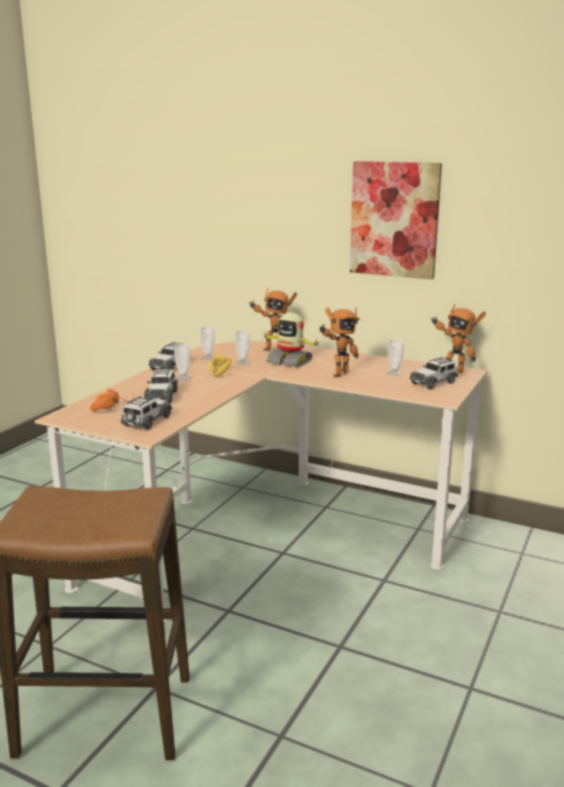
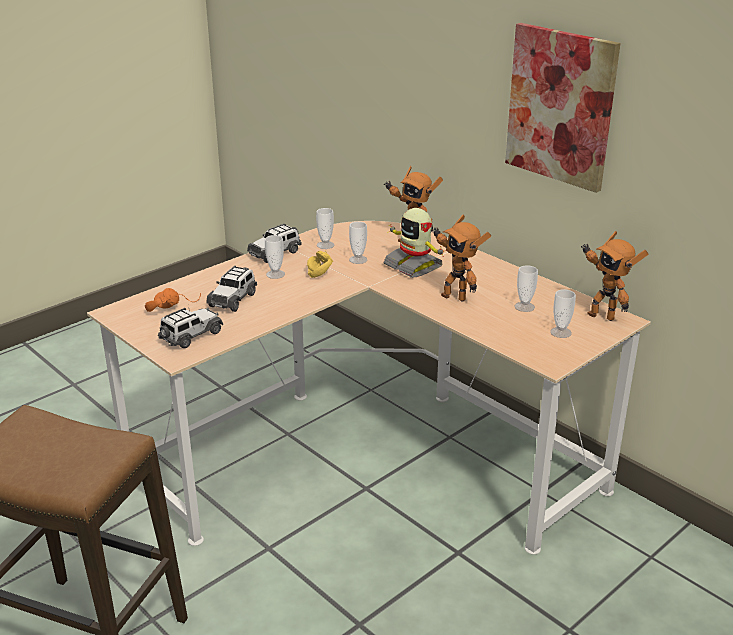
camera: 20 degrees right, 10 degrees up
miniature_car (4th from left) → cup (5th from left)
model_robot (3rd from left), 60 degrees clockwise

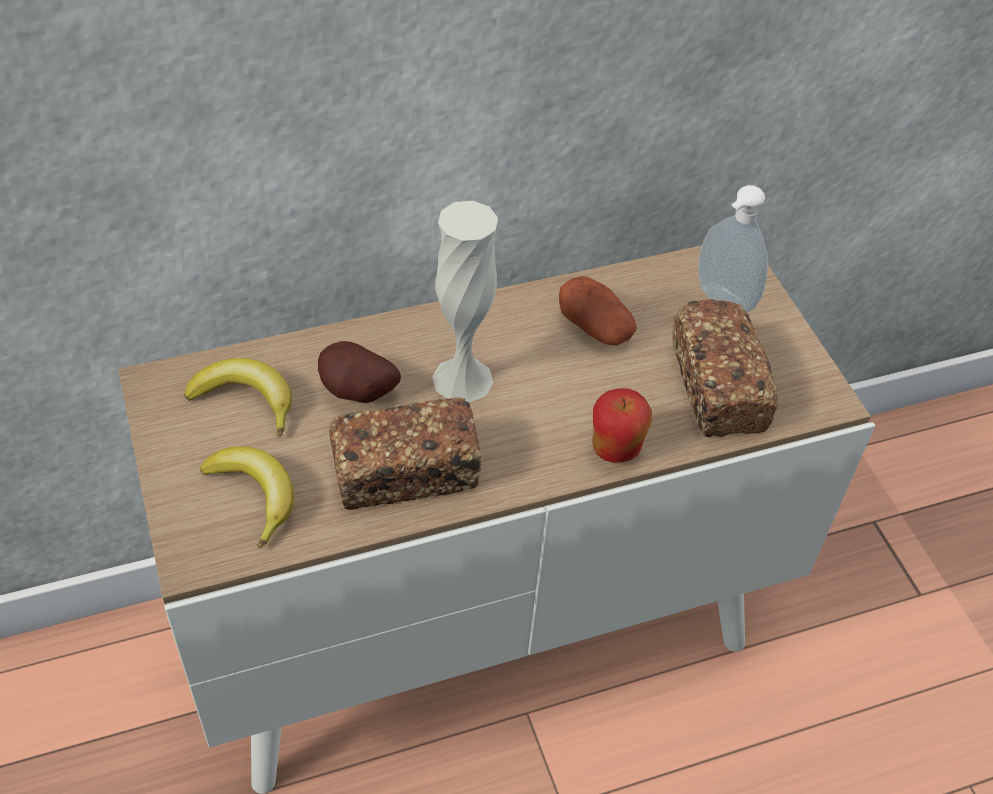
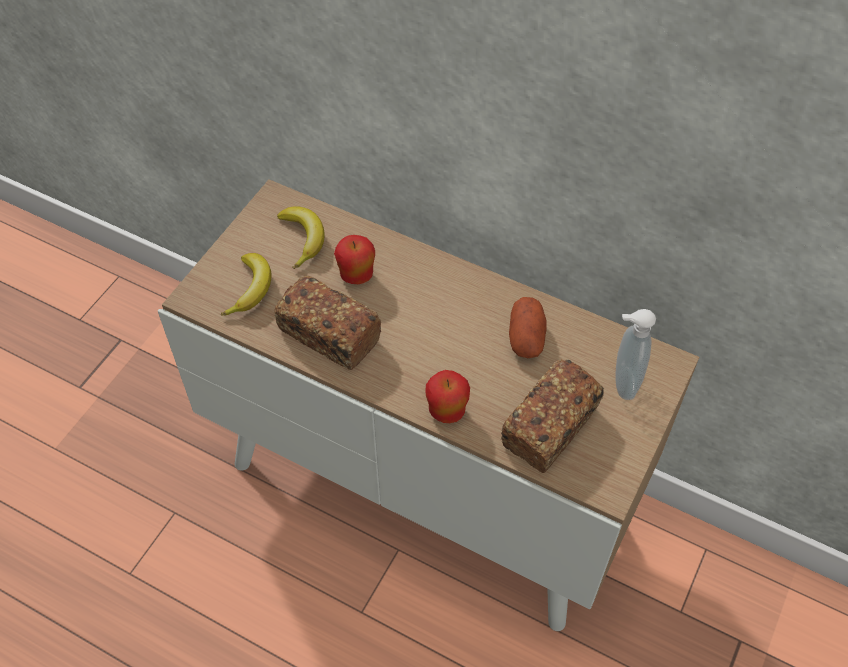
camera: 50 degrees right, 5 degrees up
whitish_flower_vase → -
whole_potato (1st from left) → whole_apple (1st from left)

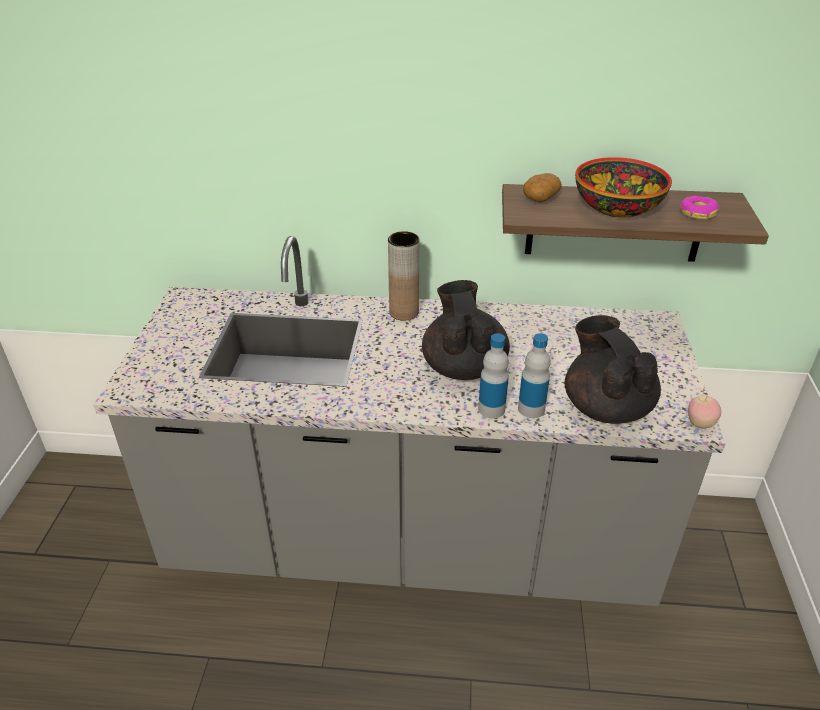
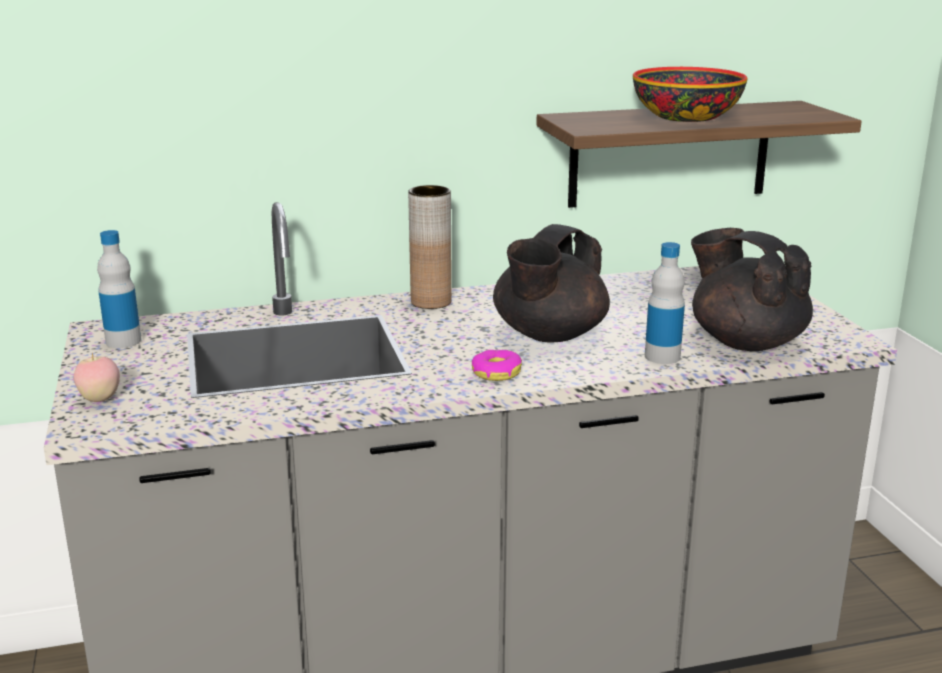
camera: 20 degrees left, 15 degrees down
whole_potato → -
bottle (1st from left), moved
donut, moved
whole_apple, moved
black_tea_pot (1st from left), 120 degrees counterclockwise

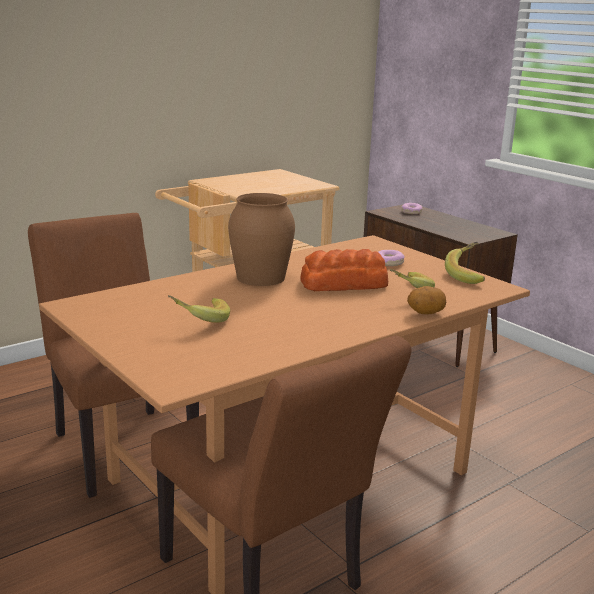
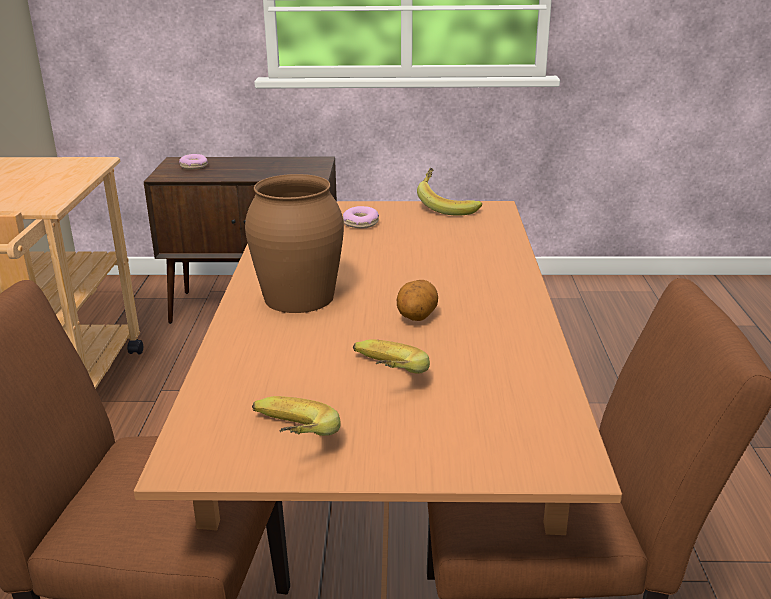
camera: 50 degrees left, 5 degrees up
bakery_bread → -
whole_banana (2nd from left in the first image) → whole_banana (1st from left), moved
whole_potato, moved

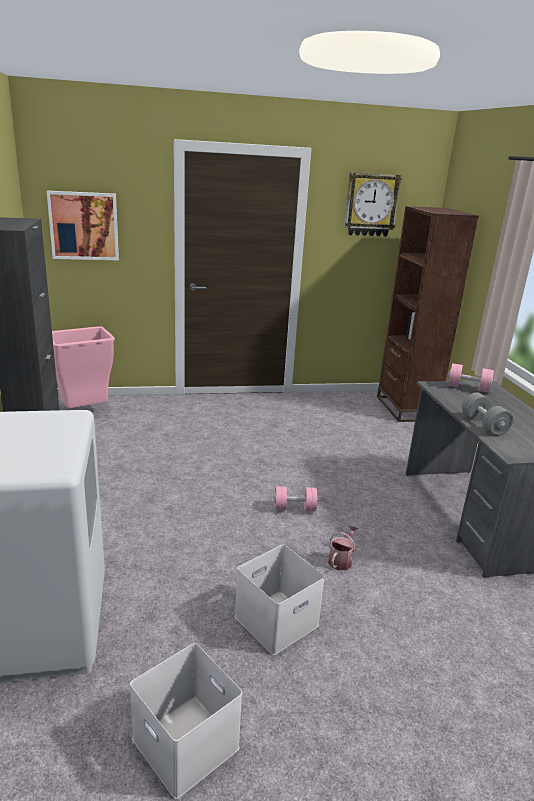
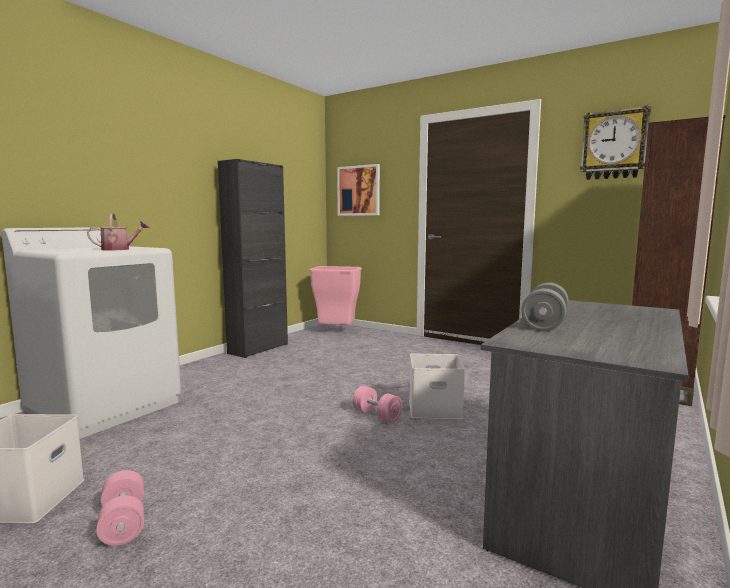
camera: 45 degrees right, 15 degrees down
whitish_storage_container (2nd from left), moved
sprinkling_can, moved
pinkish_free_weight (2nd from left in the first image) → pinkish_free_weight (1st from left), moved

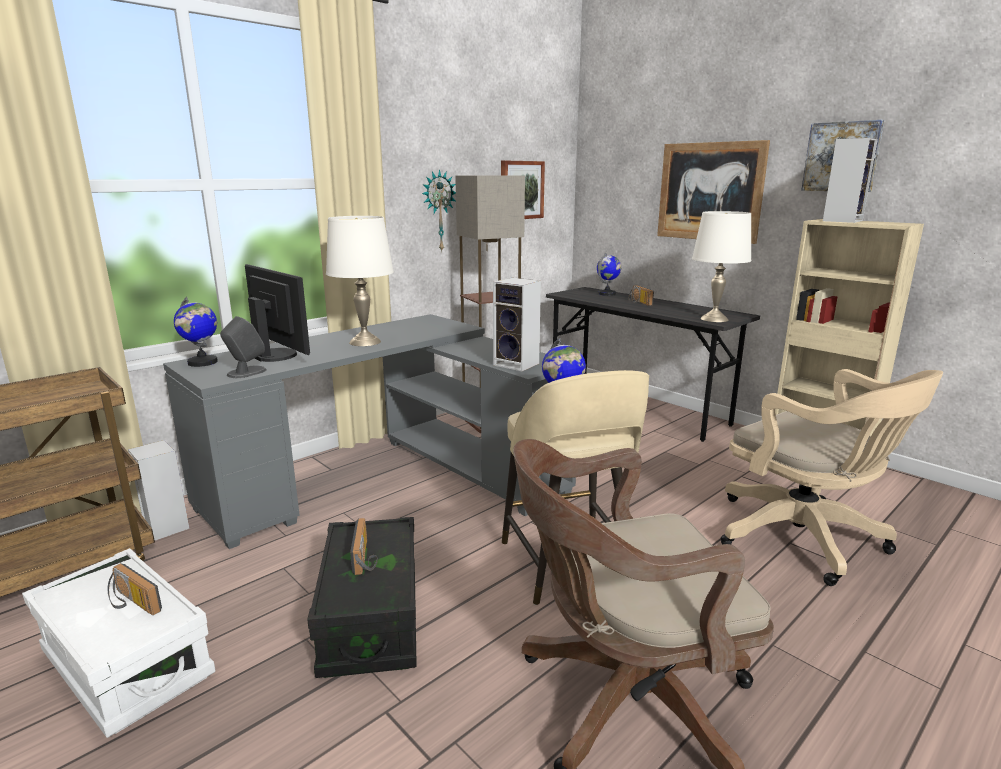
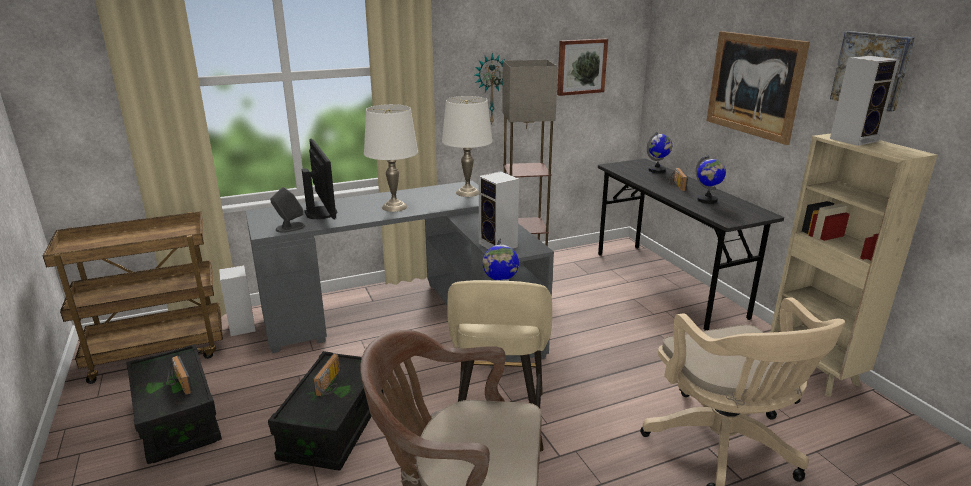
camera: 20 degrees right, 5 degrees up
globe (1st from left in the first image) → globe (3rd from left), moved
whitish_tabletop_lamp (2nd from left), moved
whitish_storage_container → black_storage_container (1st from left)

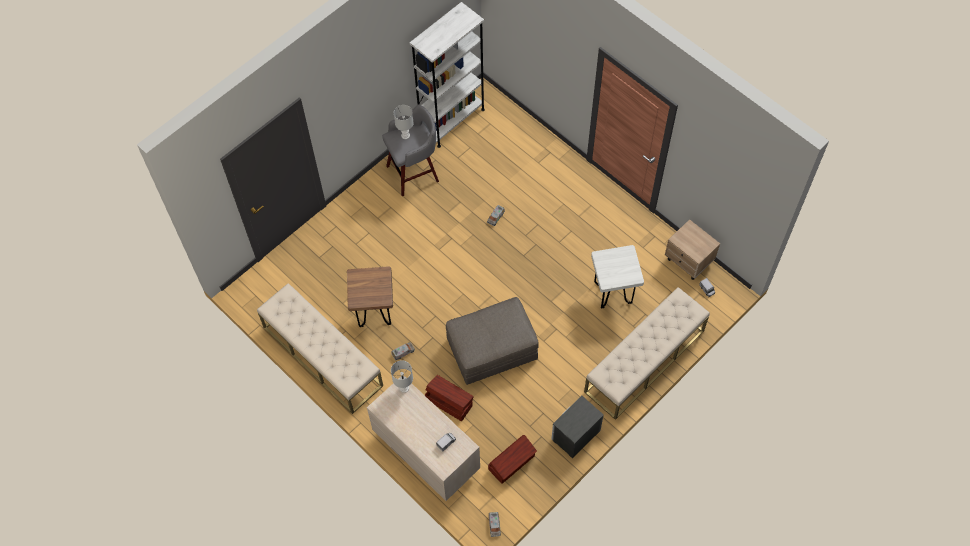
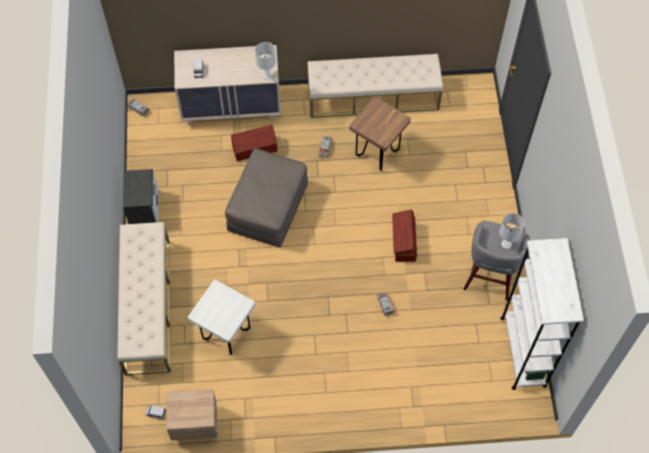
camera: 130 degrees right, 0 degrees up
brown_storage_container (2nd from left), moved

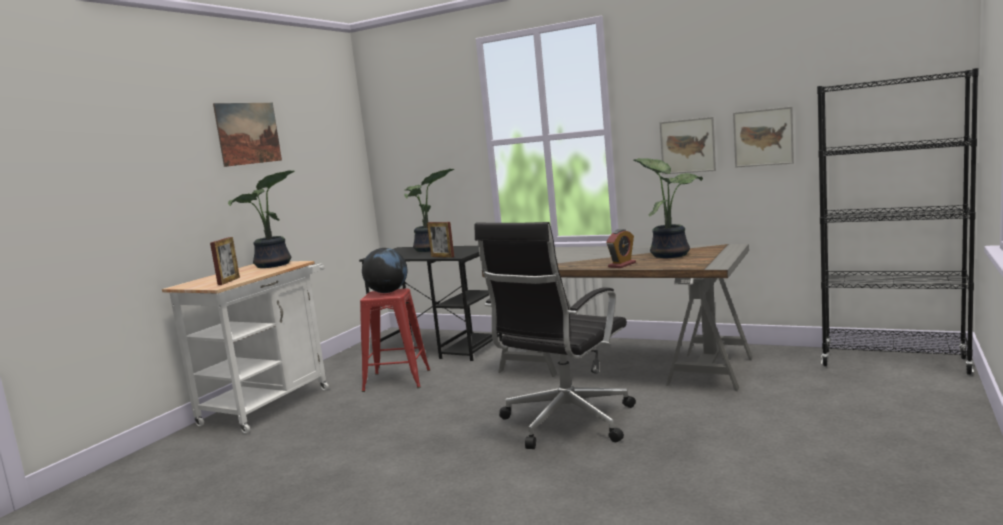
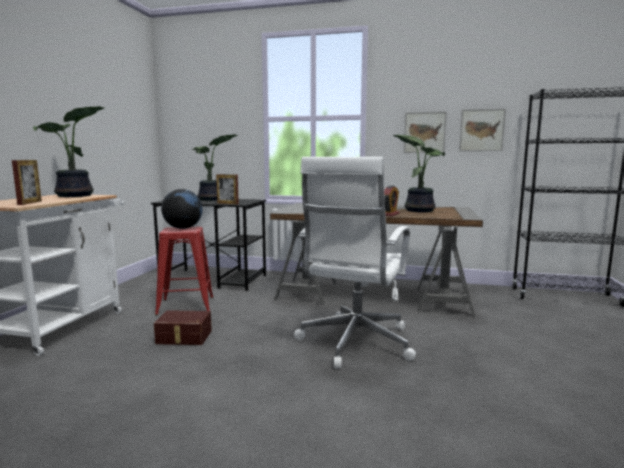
camera: 15 degrees left, 0 degrees up
wall_art (1st from left) → -
- → brown_storage_container
black_office_chair → whitish_office_chair

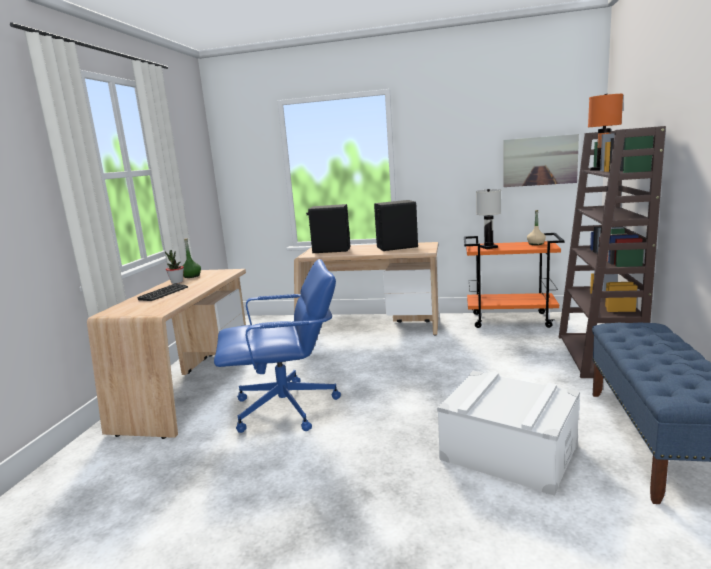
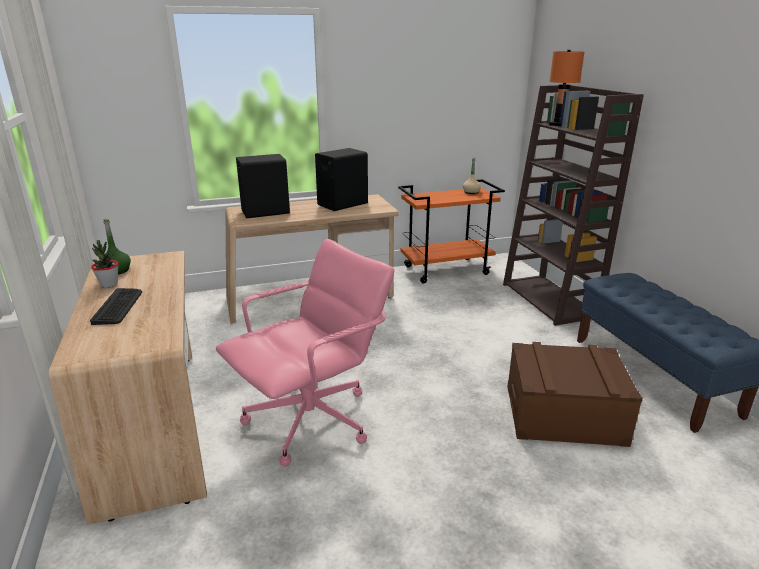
camera: 30 degrees left, 10 degrees up
whitish_tabletop_lamp → -
wall_art → -
blue_office_chair → pinkish_office_chair
whitish_storage_container → brown_storage_container

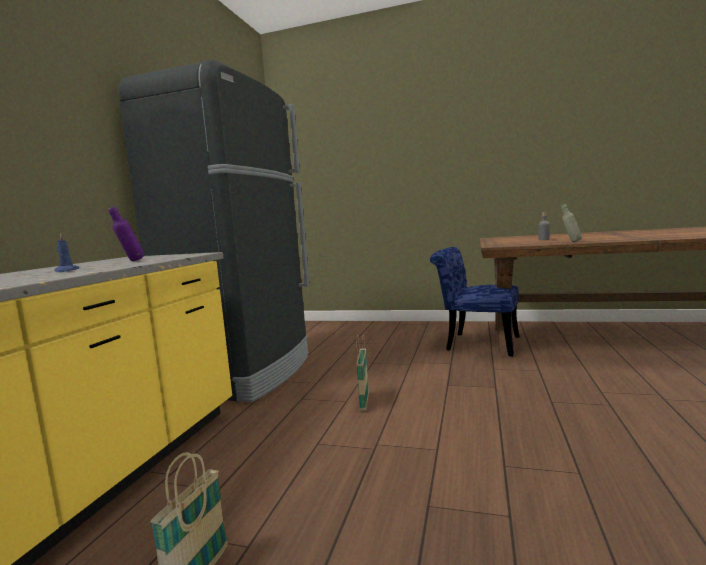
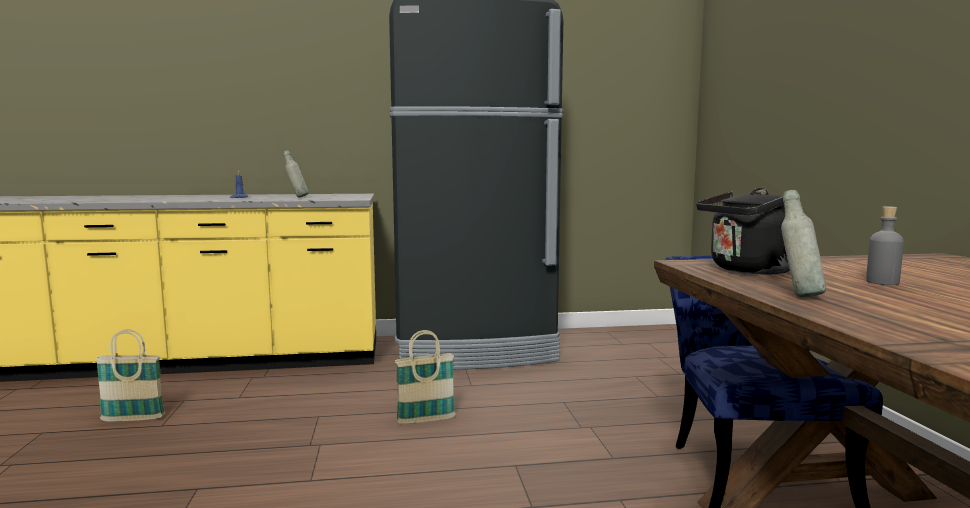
camera: 65 degrees right, 0 degrees up
- → black_tea_kettle
purple_bottle → gray_bottle (1st from left)

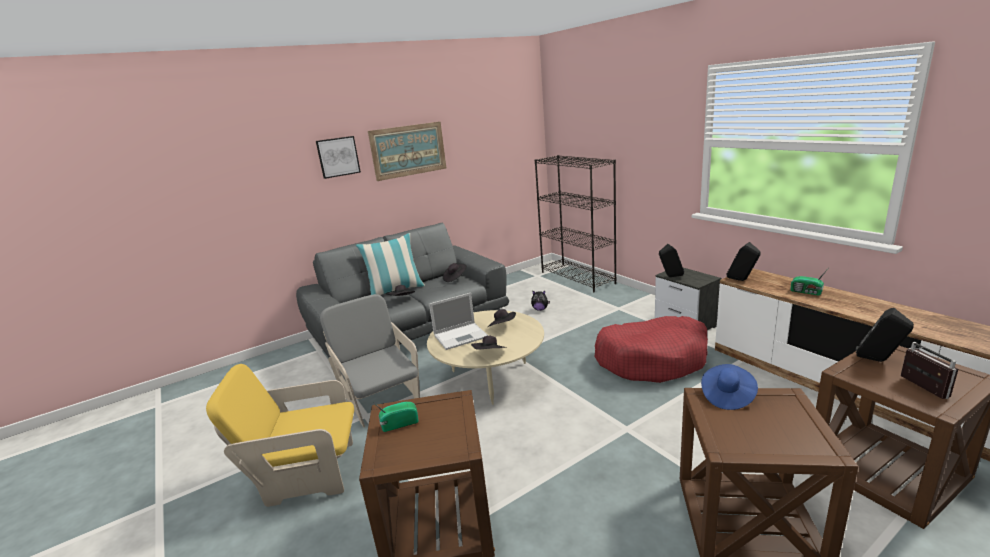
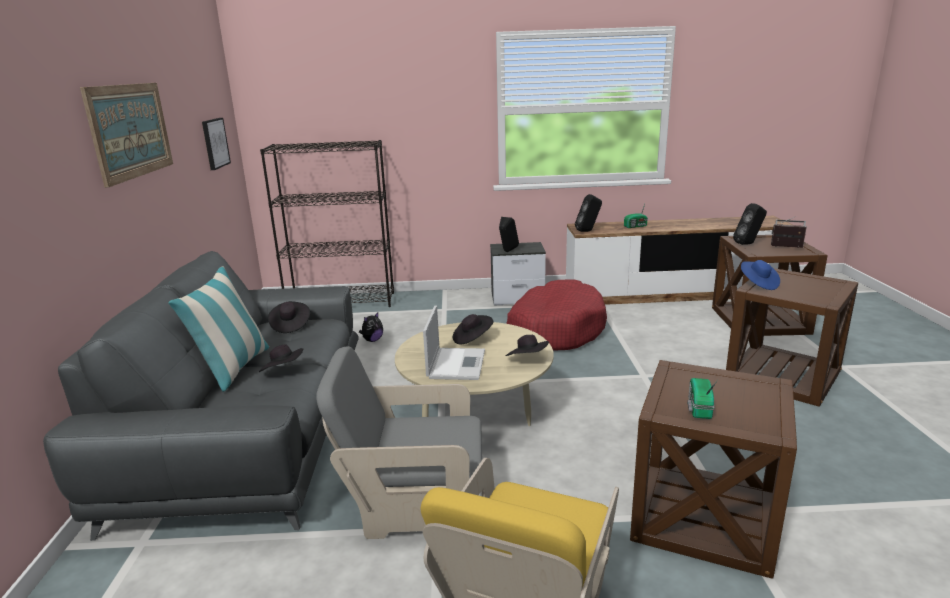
camera: 60 degrees left, 0 degrees up
wall_art (1st from left in the first image) → wall_art (2nd from left), moved

